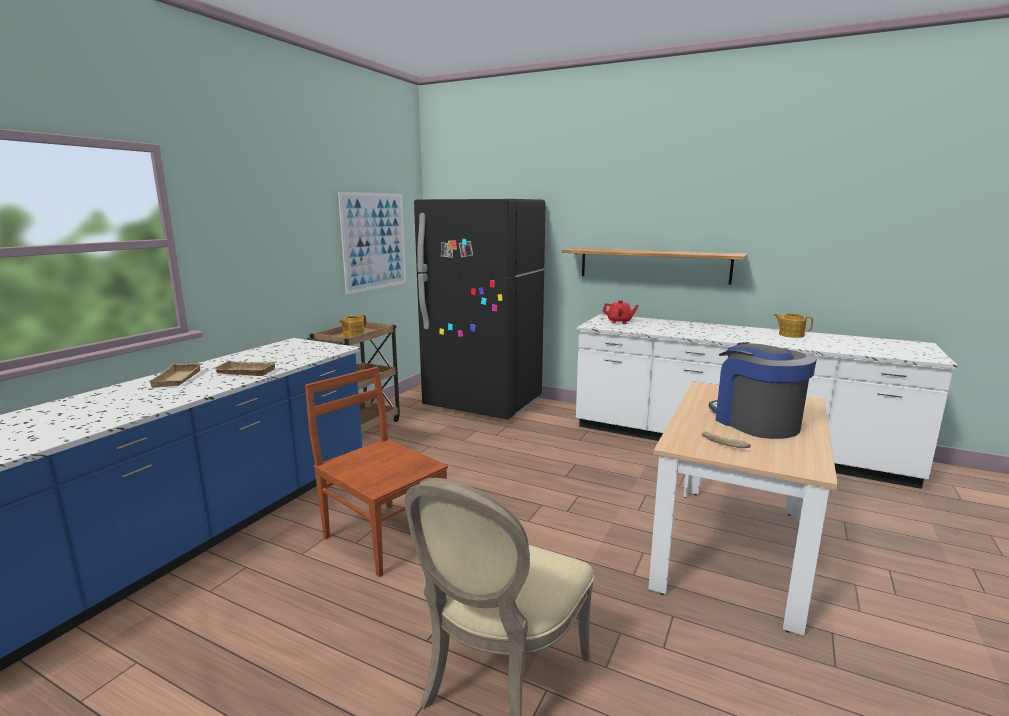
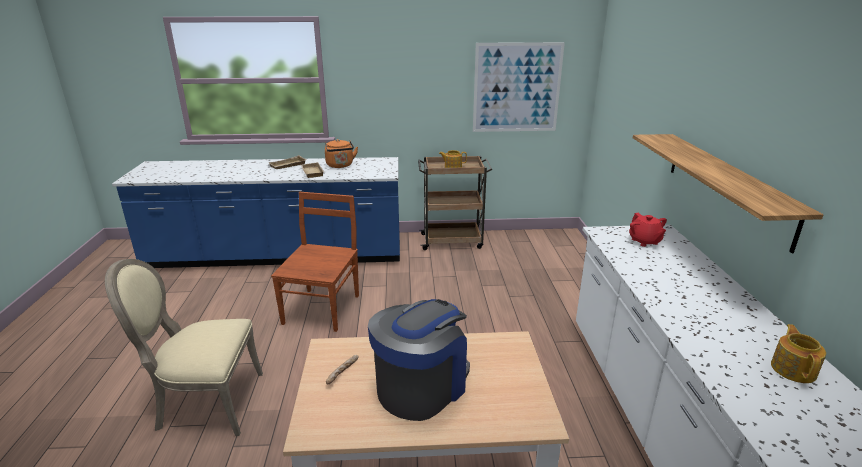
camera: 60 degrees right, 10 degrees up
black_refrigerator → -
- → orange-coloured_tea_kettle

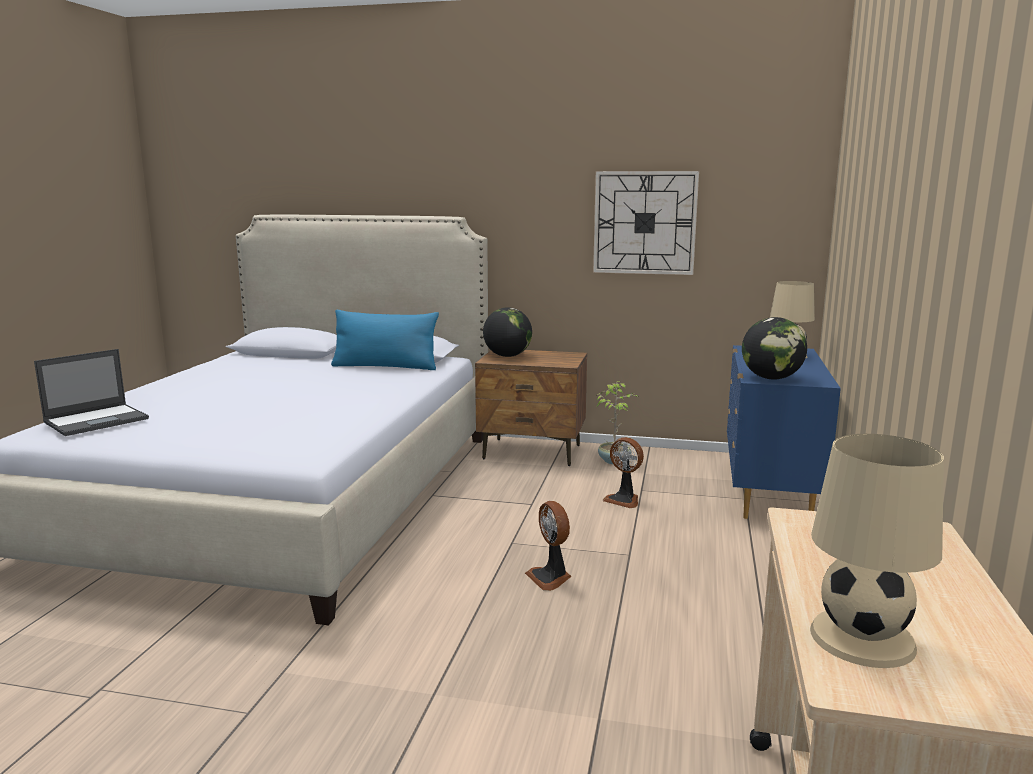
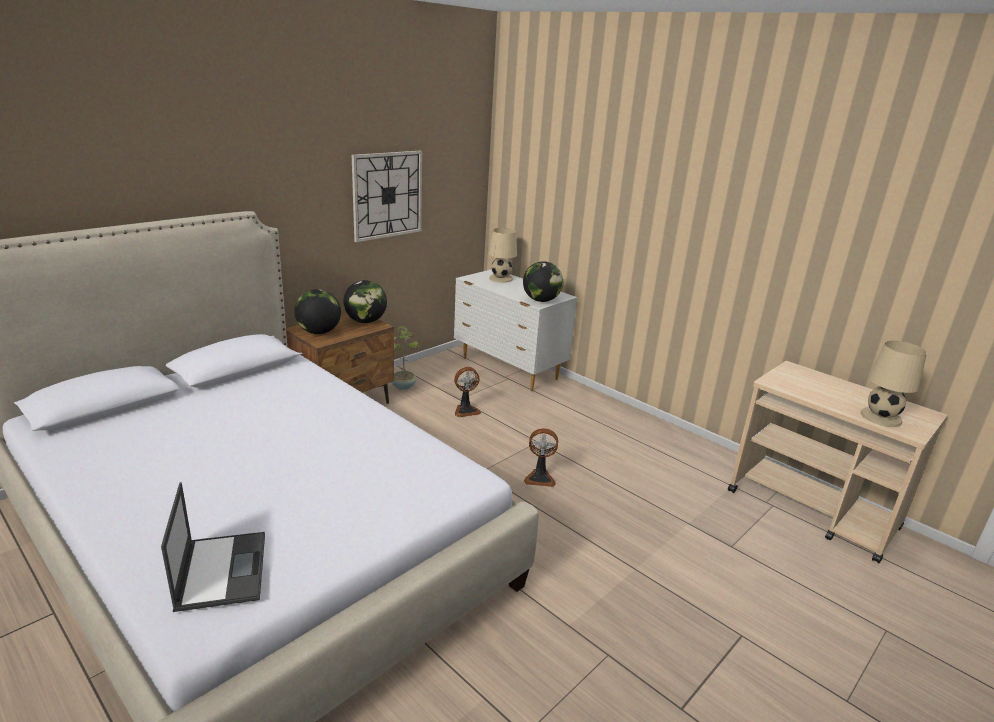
camera: 60 degrees left, 10 degrees up
blue_throw_pillow → -
- → globe (2nd from left)
blue_chest_of_drawers → whitish_chest_of_drawers

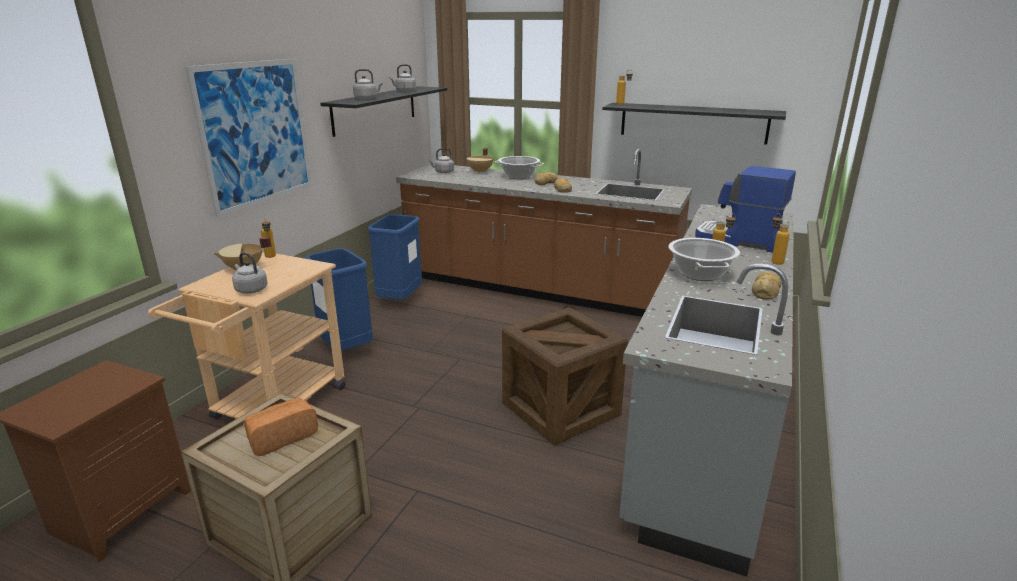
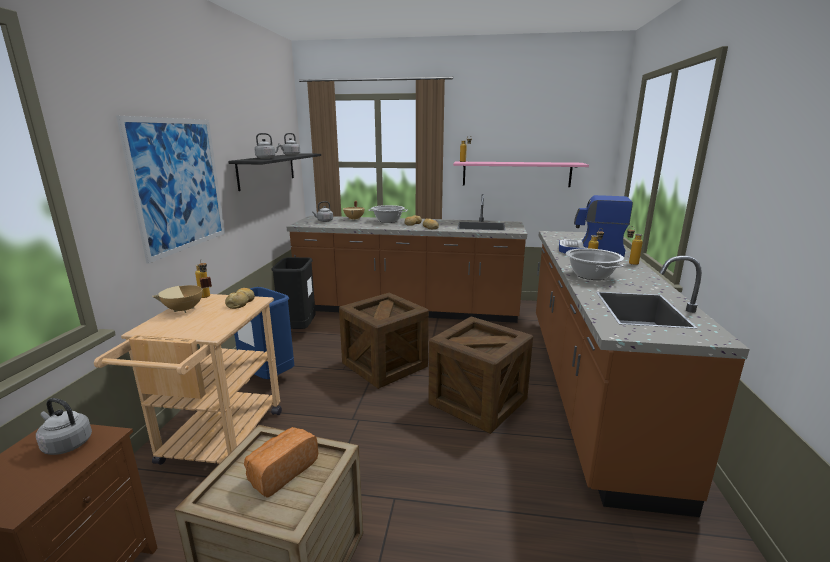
camera: 15 degrees left, 5 degrees down
- → crate (2nd from left)
gray_tea_kettle (1st from left), moved
bakery_bread (4th from left in the first image) → bakery_bread (1st from left), moved
blue_waste_bin (2nd from left) → black_waste_bin
black_wall_shelf (2nd from left) → pinkish_wall_shelf
gray_kitchen_counter → brown_kitchen_counter (2nd from left)

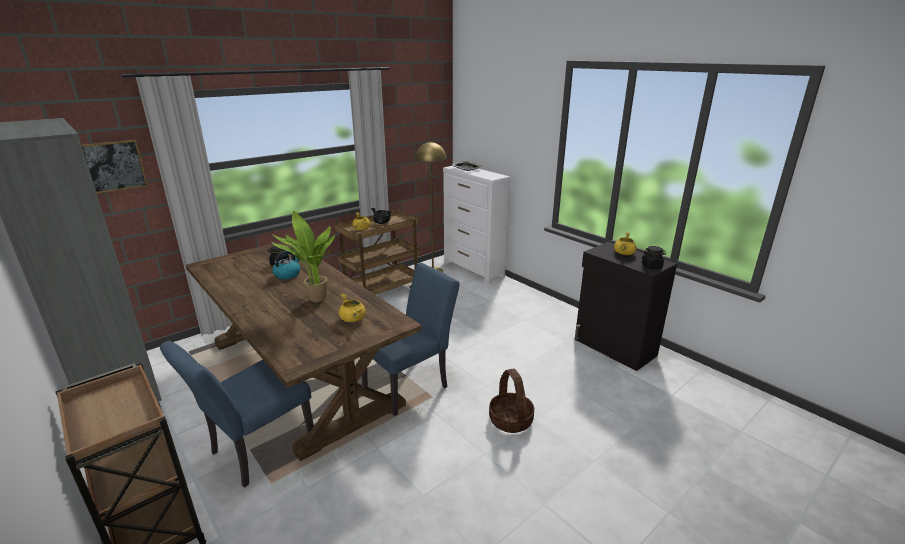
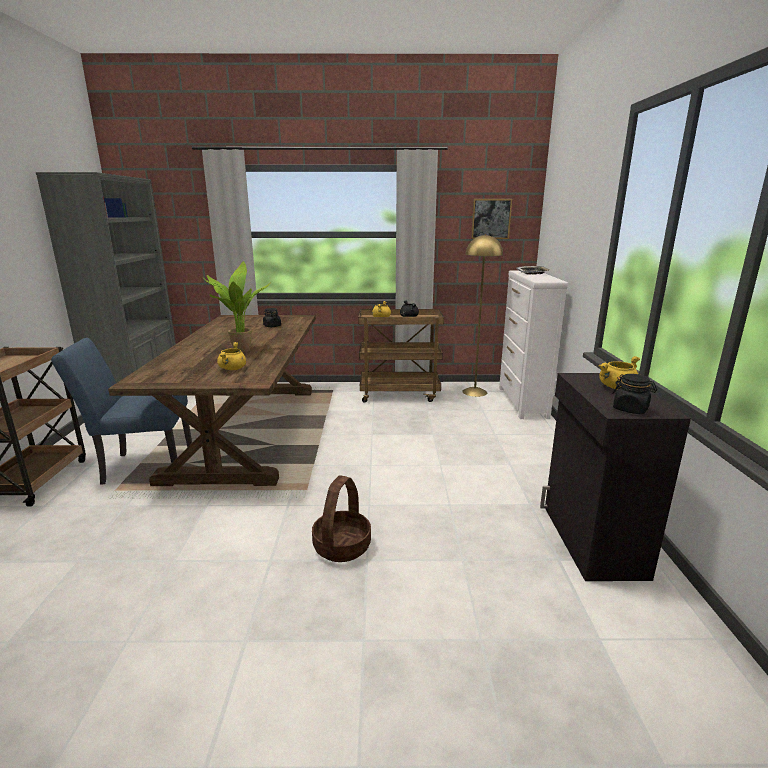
camera: 40 degrees right, 5 degrees down
tea_kettle → -
blue_chair (2nd from left) → -
wall_art, moved

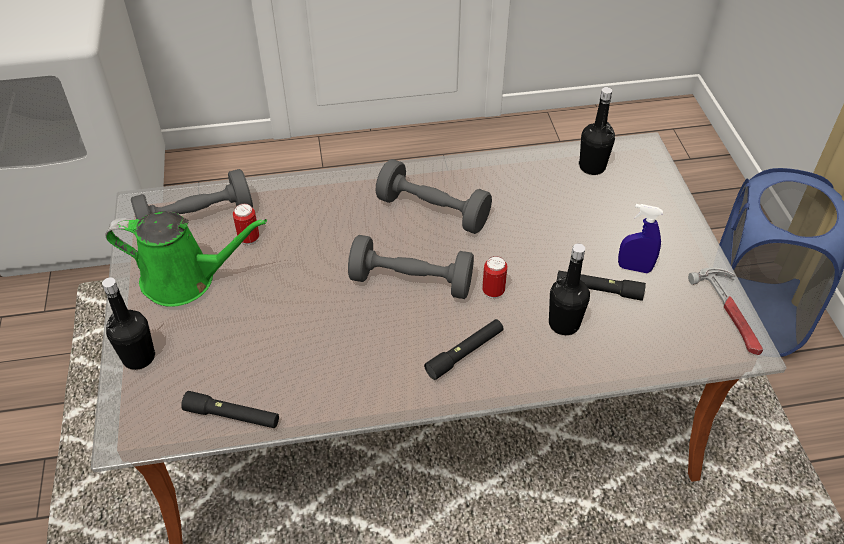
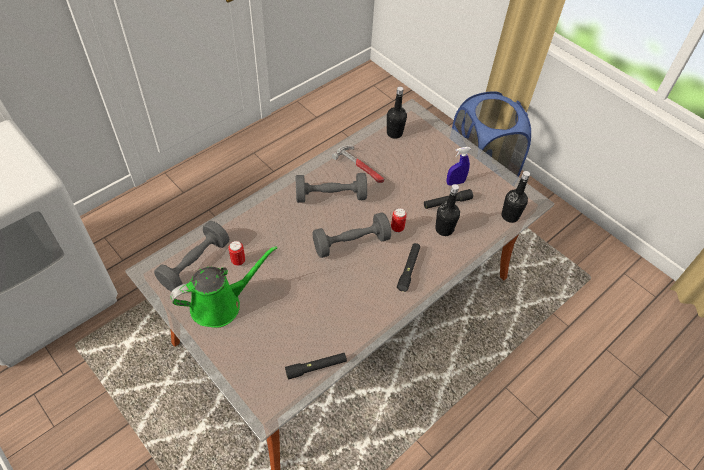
camera: 35 degrees left, 5 degrees up
black_bottle (1st from left in the first image) → black_bottle (3rd from left), moved
hammer, moved

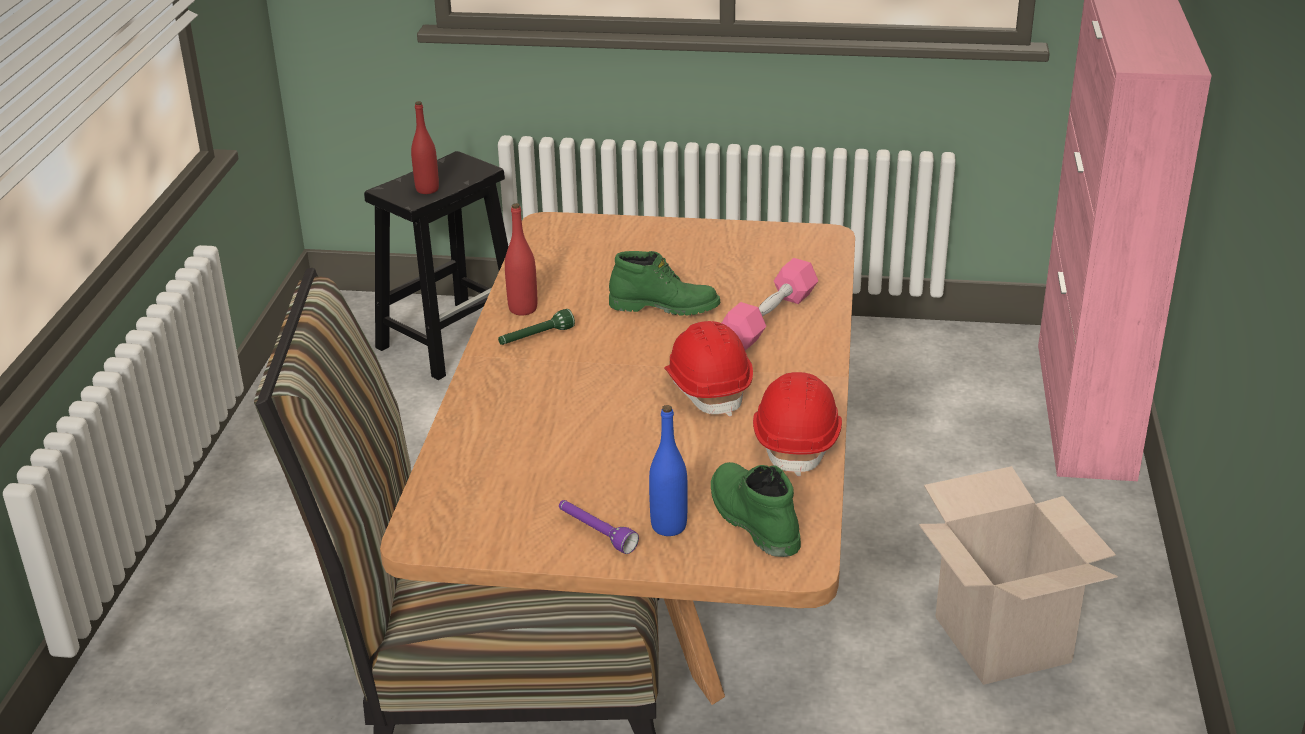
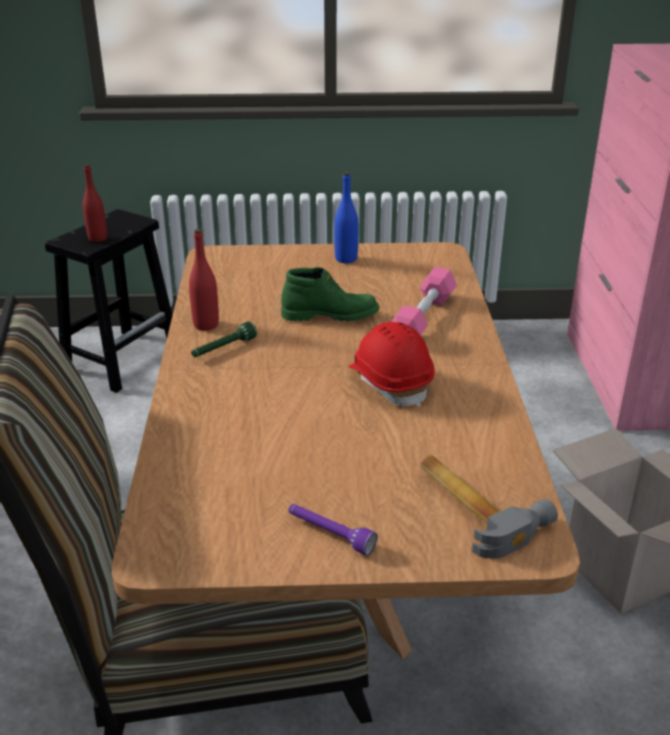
camera: 10 degrees left, 0 degrees up
red-coloured_hard_hat (2nd from left) → -
blue_bottle, moved
green-coloured_boot (2nd from left) → hammer

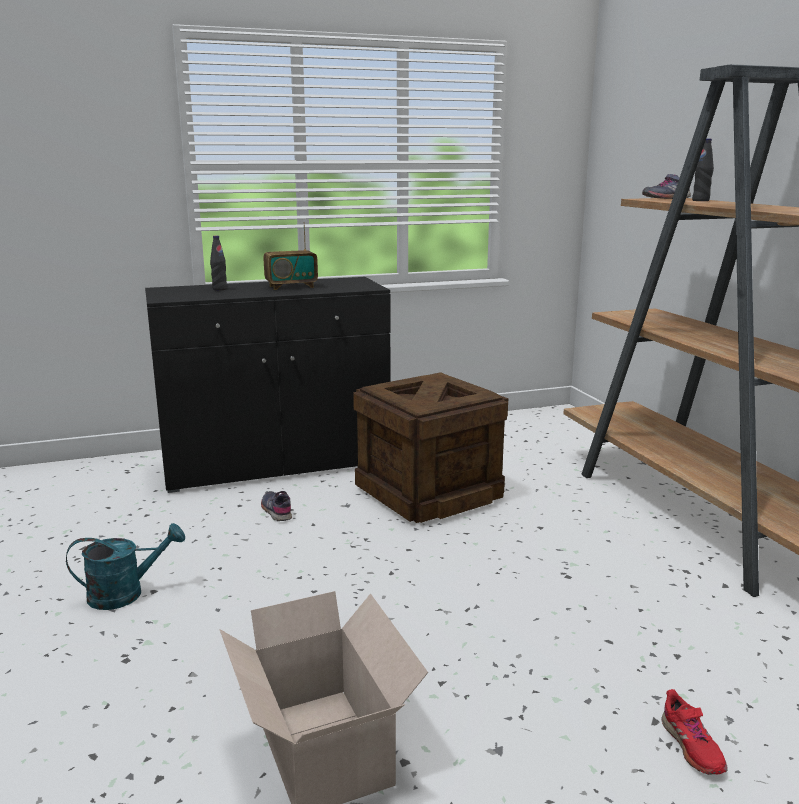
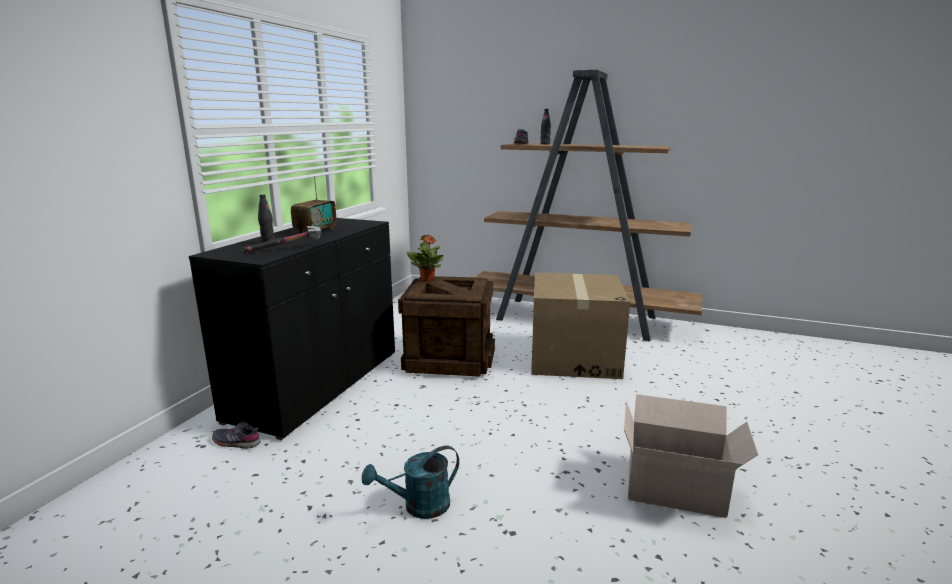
camera: 50 degrees left, 0 degrees up
red-coloured_low_shoe → -
- → hammer
- → potted_plant
- → carton (1st from left)
gray_low_shoe (1st from left), moved
turquoise_sprinkling_can, 135 degrees counterclockwise

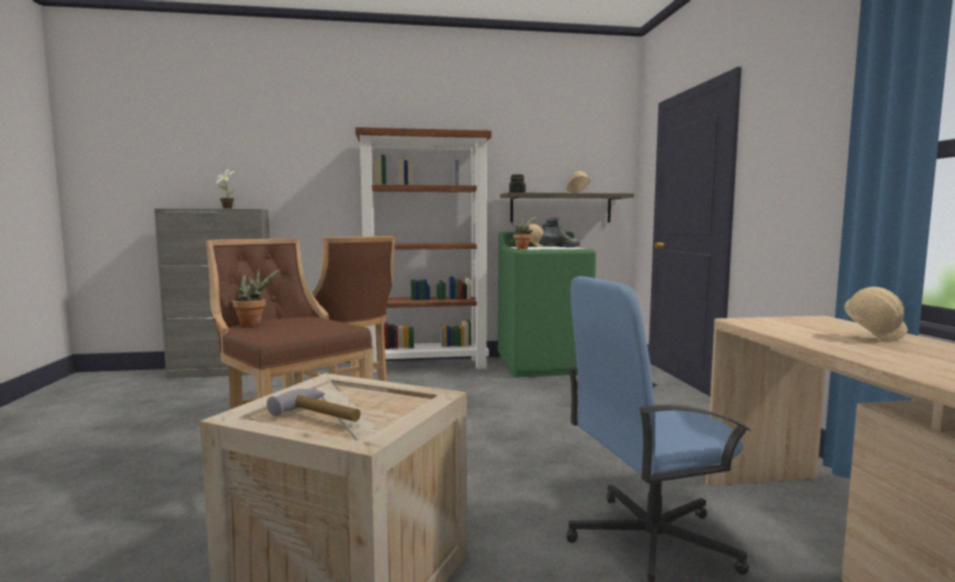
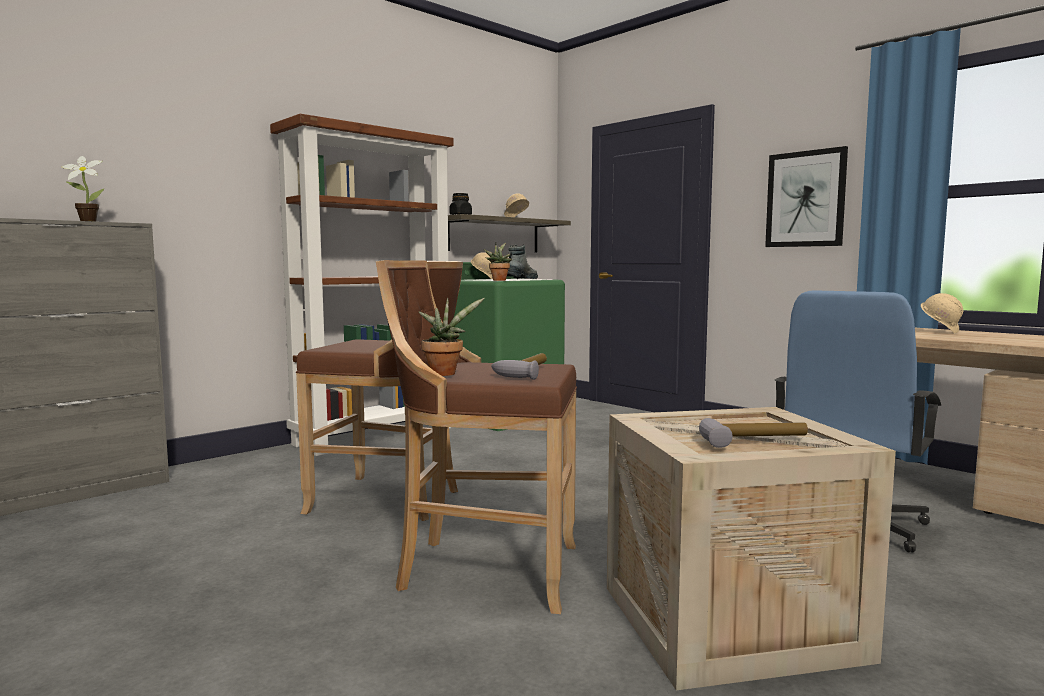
camera: 35 degrees left, 0 degrees up
- → hammer (1st from left)
- → wall_art

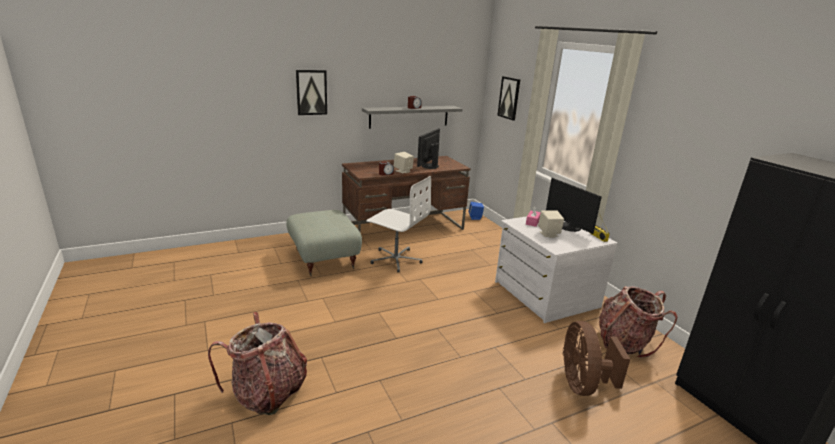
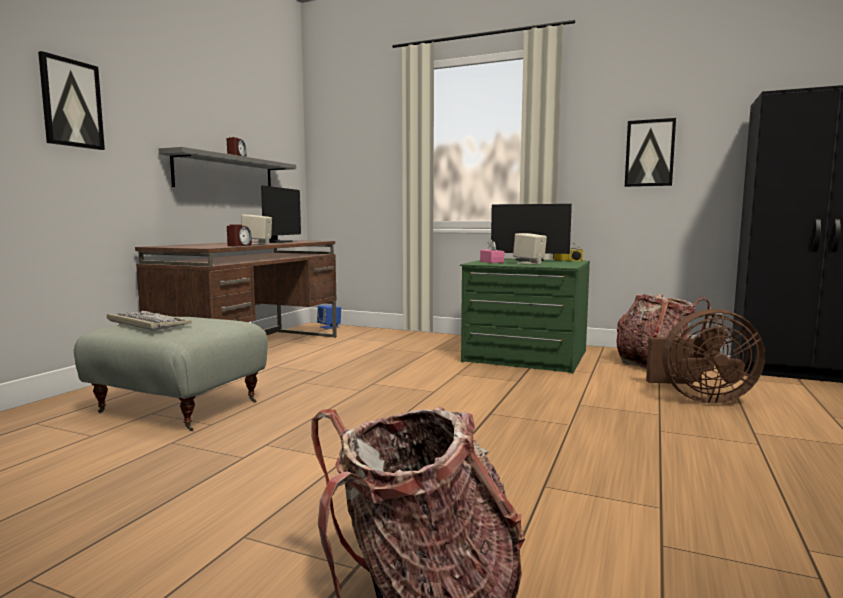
camera: 40 degrees left, 15 degrees down
whitish_office_chair → -
- → PC_keyboard
wall_art (2nd from left), moved
whitish_chest_of_drawers → green-coloured_chest_of_drawers
computer_display (1st from left), 150 degrees counterclockwise
brown_cooling_fan, 45 degrees counterclockwise

